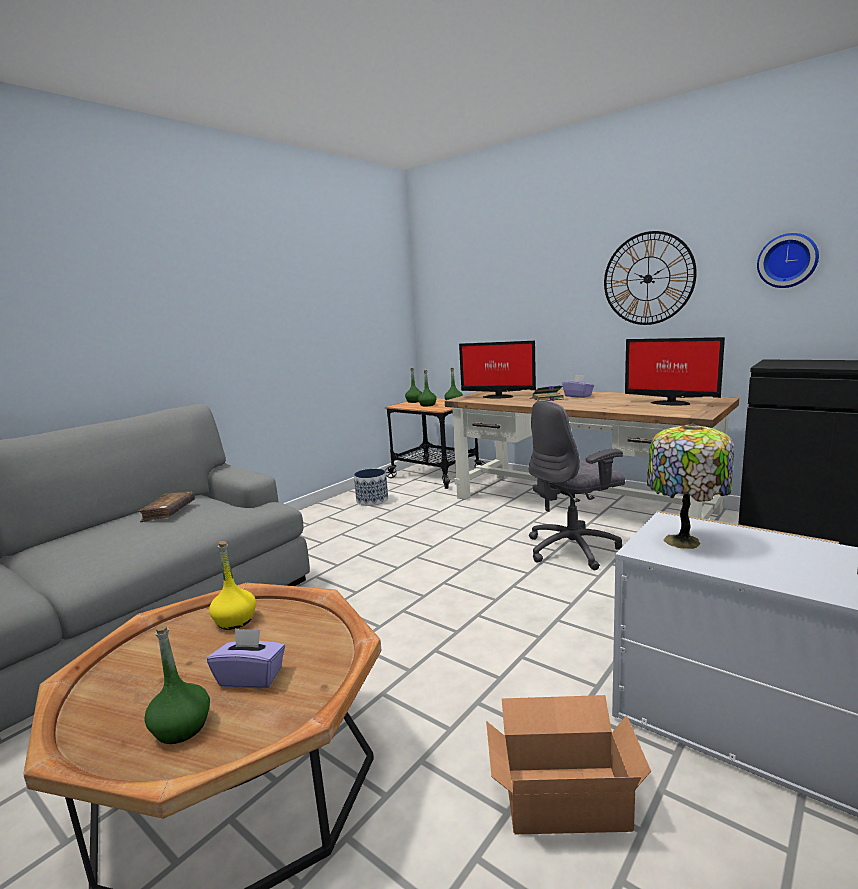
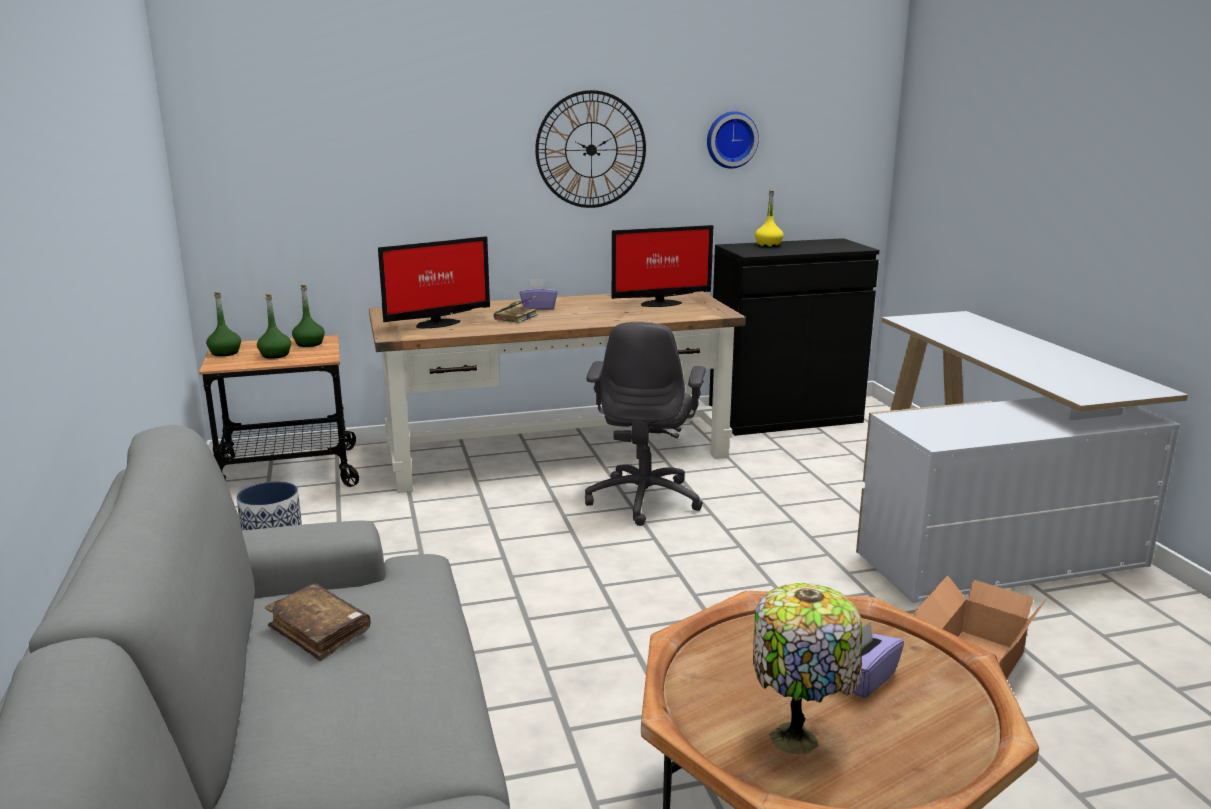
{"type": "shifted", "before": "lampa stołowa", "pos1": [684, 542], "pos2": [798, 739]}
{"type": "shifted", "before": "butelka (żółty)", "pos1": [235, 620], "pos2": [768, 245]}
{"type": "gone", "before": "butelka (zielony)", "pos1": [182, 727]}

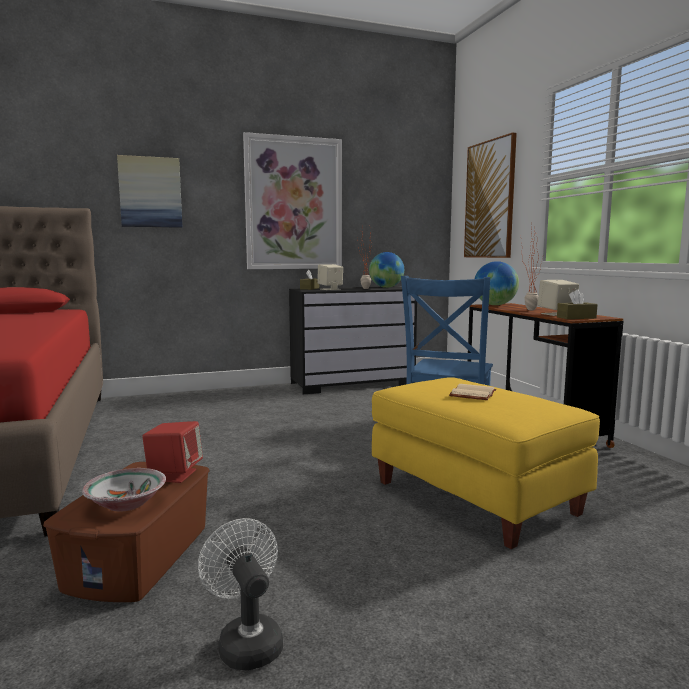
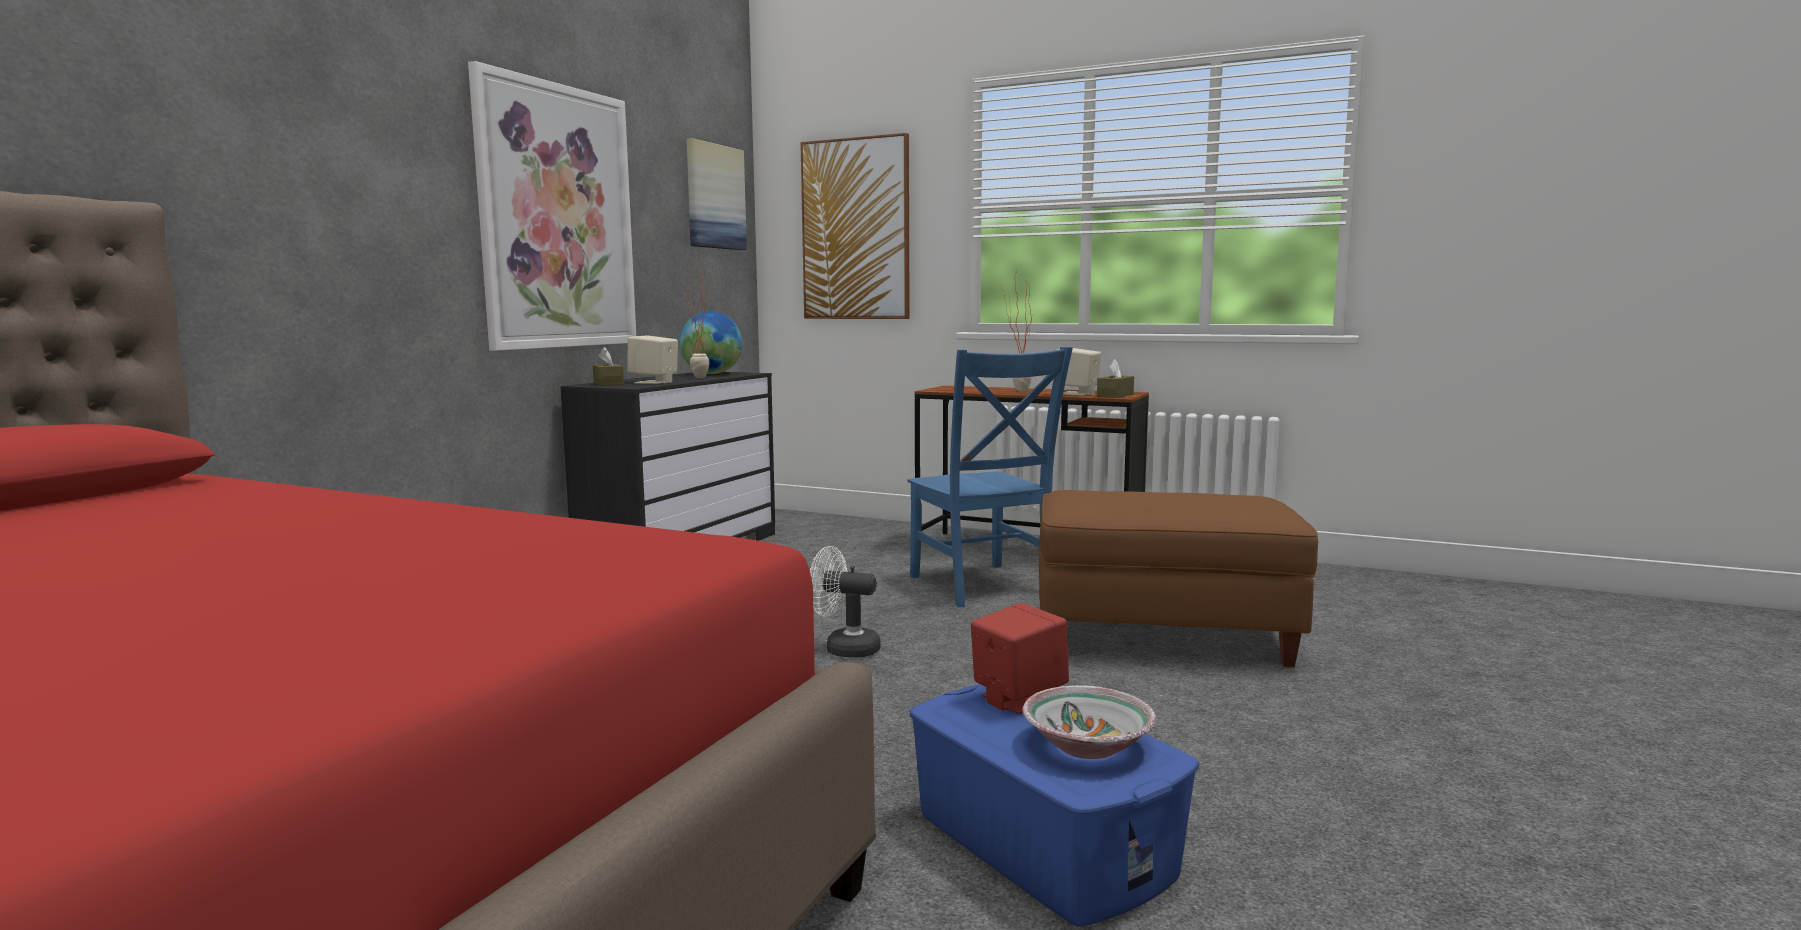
{"type": "shifted", "before": "obraz", "pos1": [150, 192], "pos2": [715, 197]}
{"type": "shifted", "before": "wentylator (biały)", "pos1": [246, 641], "pos2": [844, 648]}
{"type": "repainted", "before": "pojemnik do przechowywania (brązowy)", "after": "pojemnik do przechowywania (niebieski)", "pos1": [141, 556], "pos2": [1044, 842]}
{"type": "repainted", "before": "pufa (żółty)", "after": "pufa (brązowy)", "pos1": [475, 497], "pos2": [1162, 635]}
{"type": "gone", "before": "książka (beżowy)", "pos1": [471, 394]}
{"type": "gone", "before": "globus", "pos1": [494, 305]}

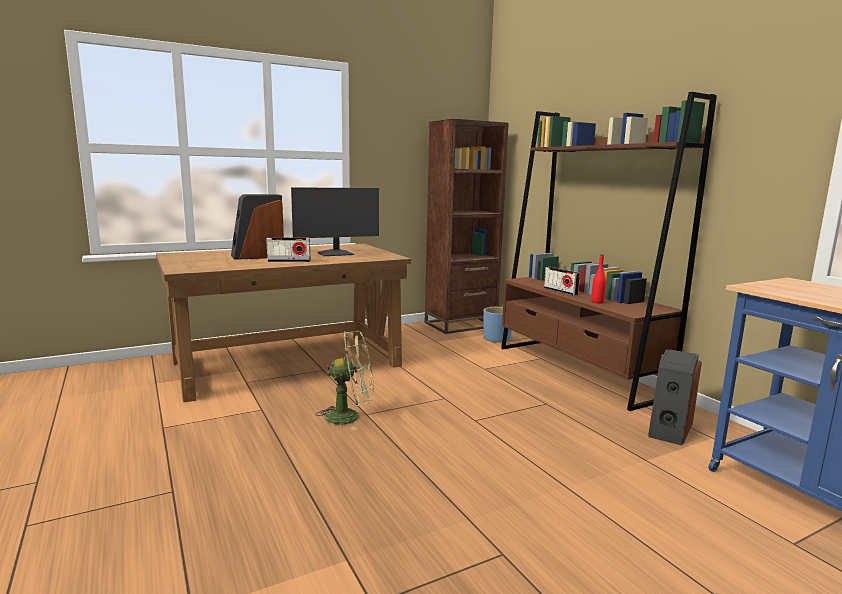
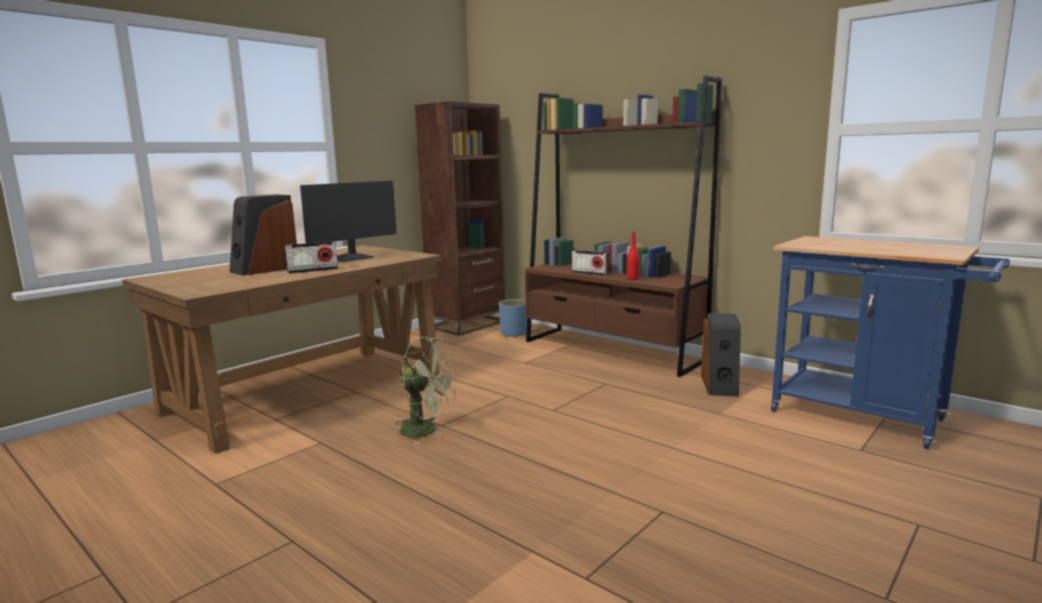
{"type": "rotated", "before": "wentylator (zielony)", "pos1": [350, 416], "pos2": [426, 430], "turn": 45}

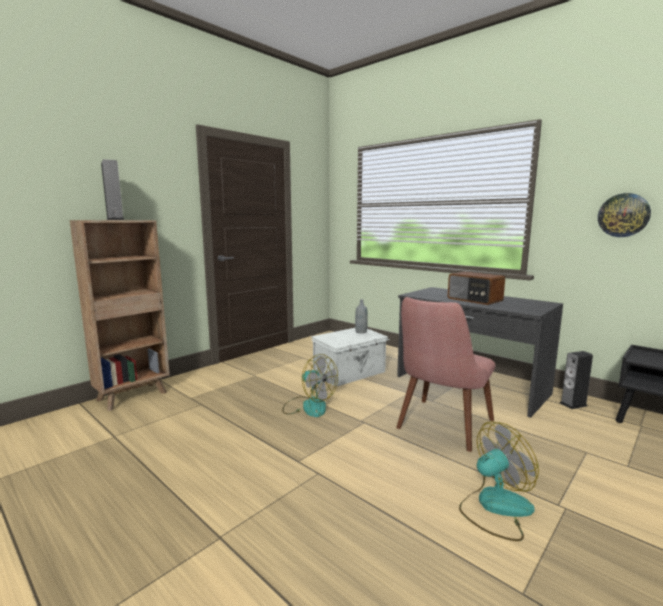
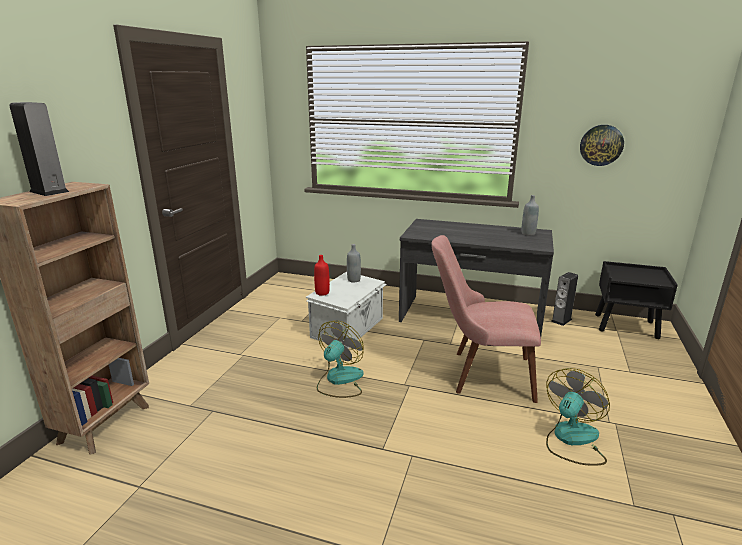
{"type": "new", "after": "butelka (czerwony)", "pos2": [322, 293]}
{"type": "rotated", "before": "wentylator", "pos1": [308, 406], "pos2": [339, 380], "turn": -75}
{"type": "rotated", "before": "krzesło (różowy)", "pos1": [440, 429], "pos2": [480, 374], "turn": 90}
{"type": "new", "after": "butelka (szary)", "pos2": [528, 233]}
{"type": "gone", "before": "radio", "pos1": [474, 300]}

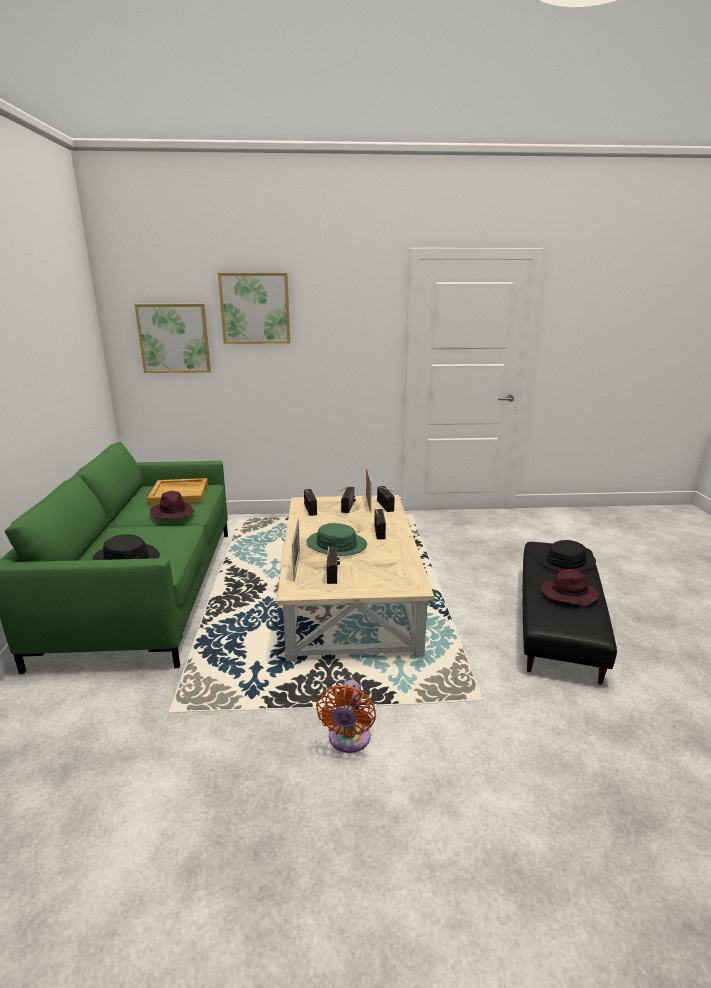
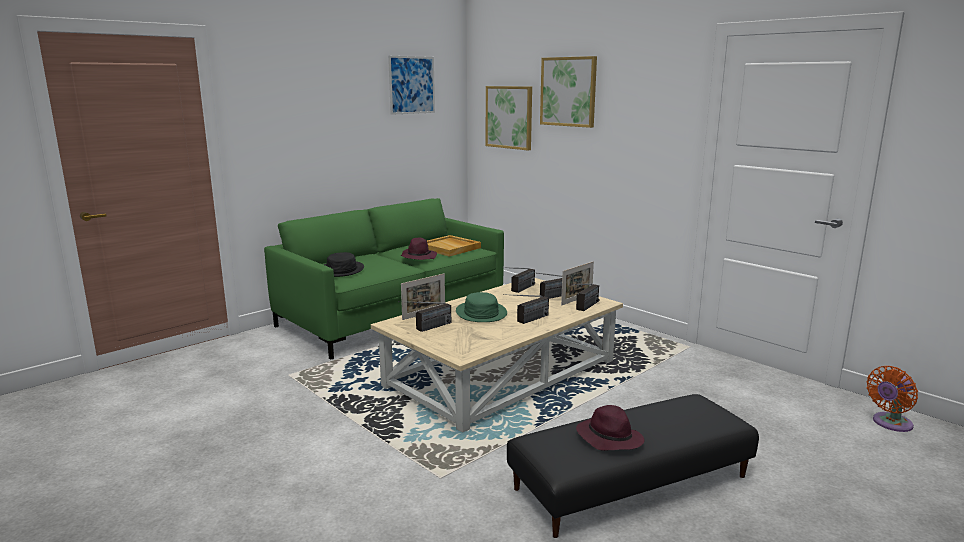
{"type": "new", "after": "obraz", "pos2": [412, 85]}
{"type": "shifted", "before": "wentylator (pomarańczowy)", "pos1": [348, 740], "pos2": [890, 423]}
{"type": "gone", "before": "kapelusz (czarny)", "pos1": [566, 561]}

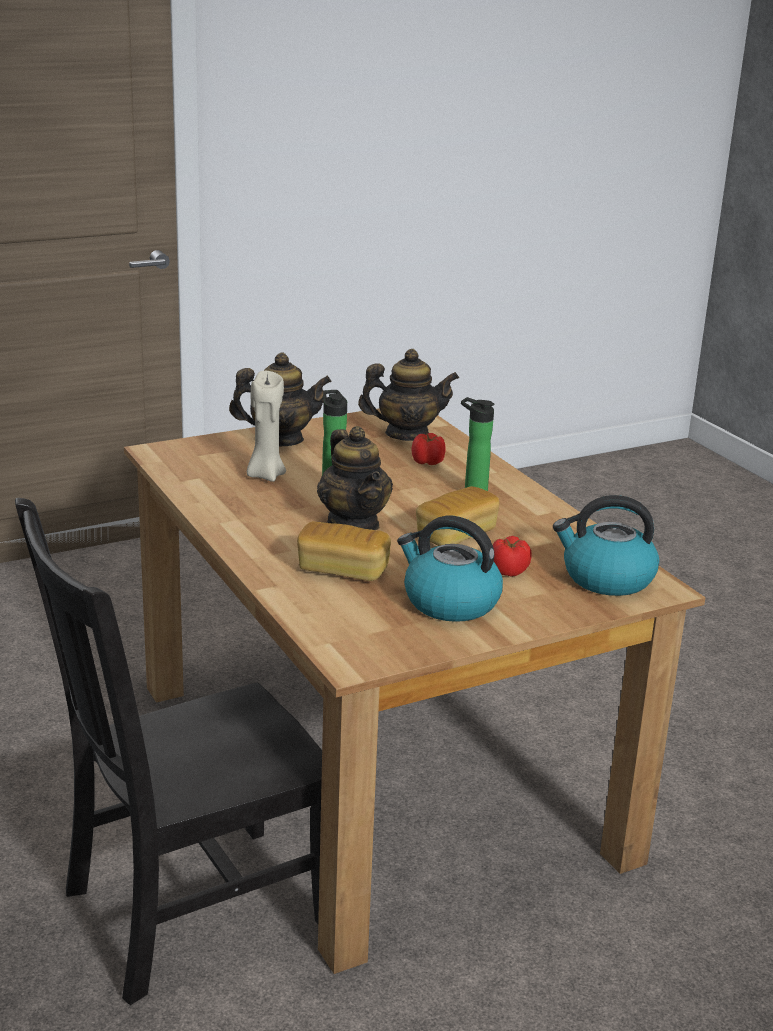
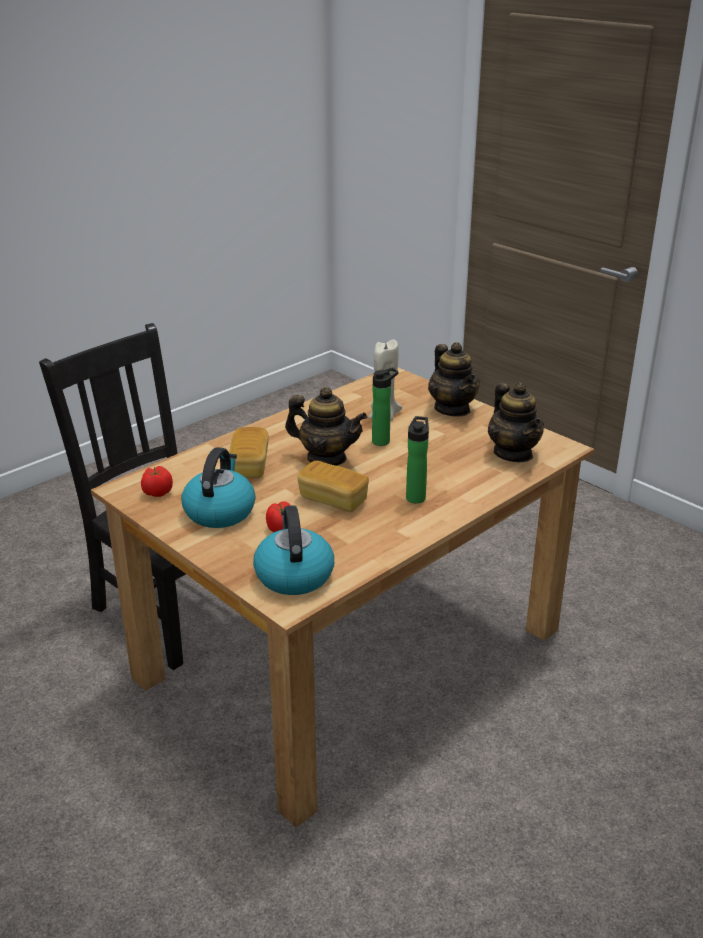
{"type": "shifted", "before": "pomidor", "pos1": [428, 462], "pos2": [157, 492]}
{"type": "rotated", "before": "imbryk", "pos1": [354, 523], "pos2": [326, 458], "turn": -120}

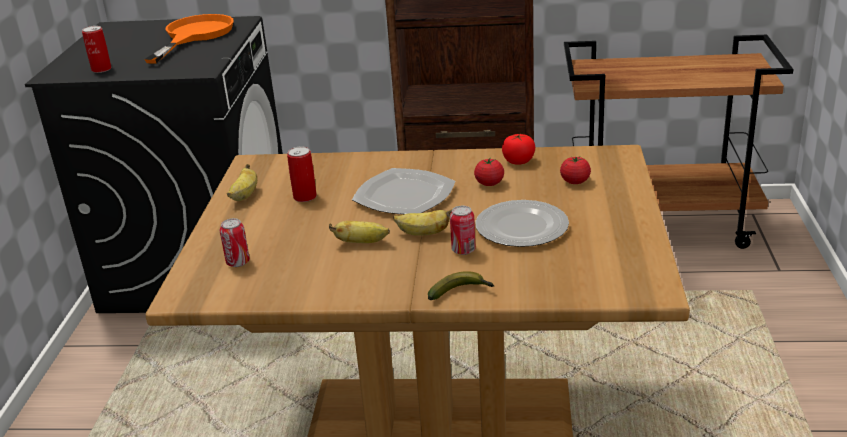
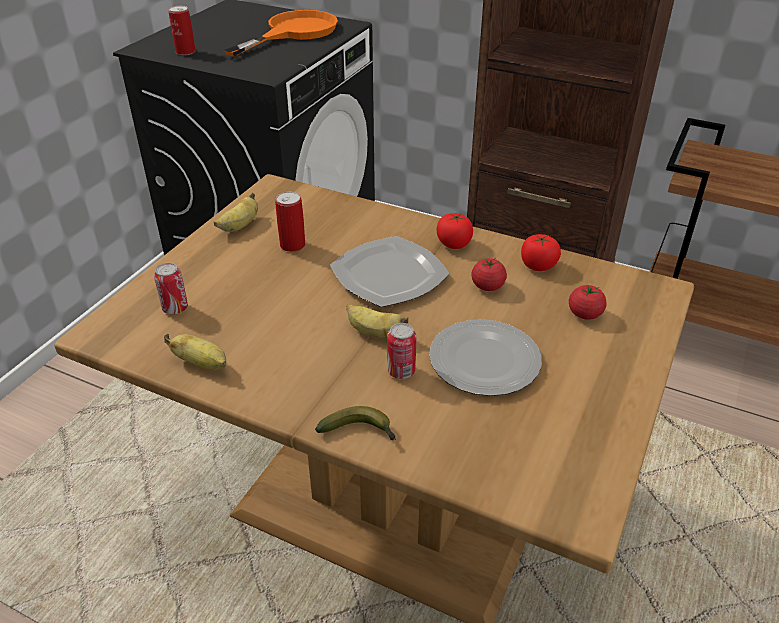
{"type": "shifted", "before": "banan", "pos1": [362, 242], "pos2": [202, 364]}
{"type": "new", "after": "pomidor", "pos2": [453, 244]}

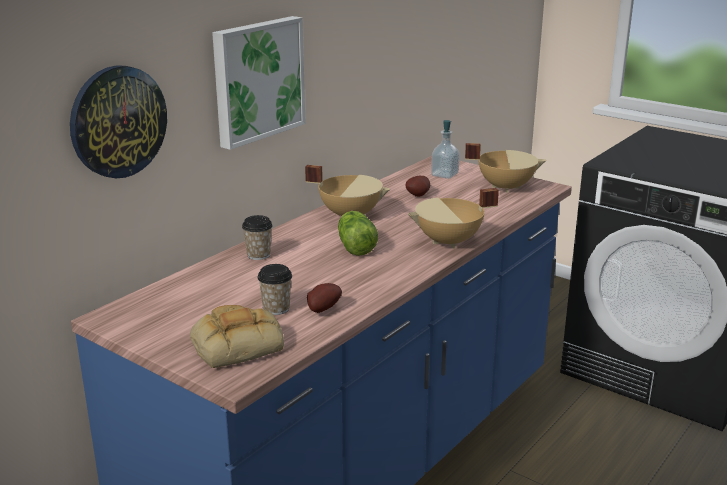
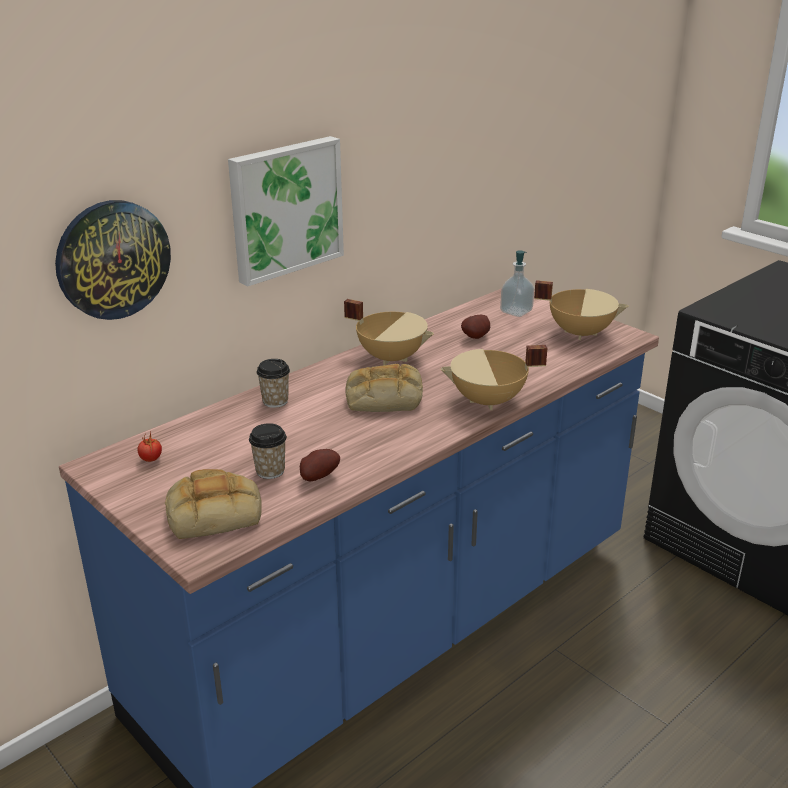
{"type": "new", "after": "pomidor", "pos2": [151, 459]}
{"type": "swapped", "before": "sałata", "after": "chleb", "pos1": [355, 245], "pos2": [383, 398]}

